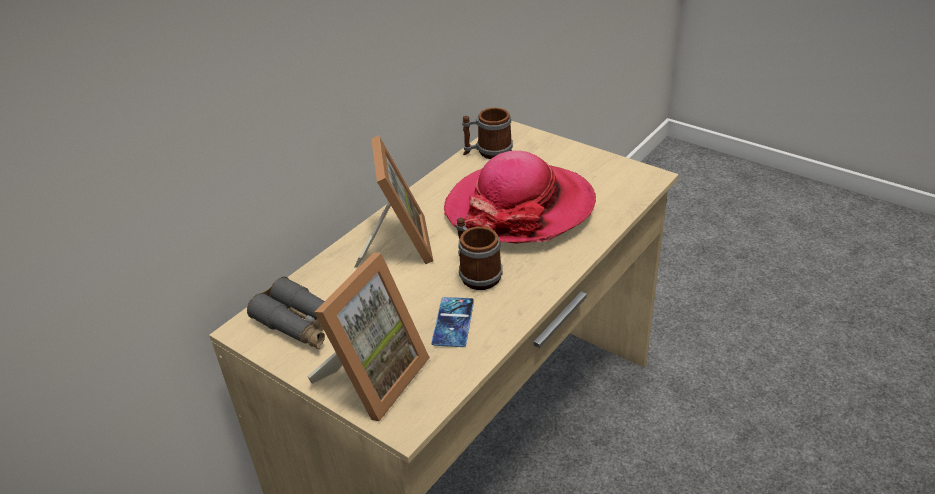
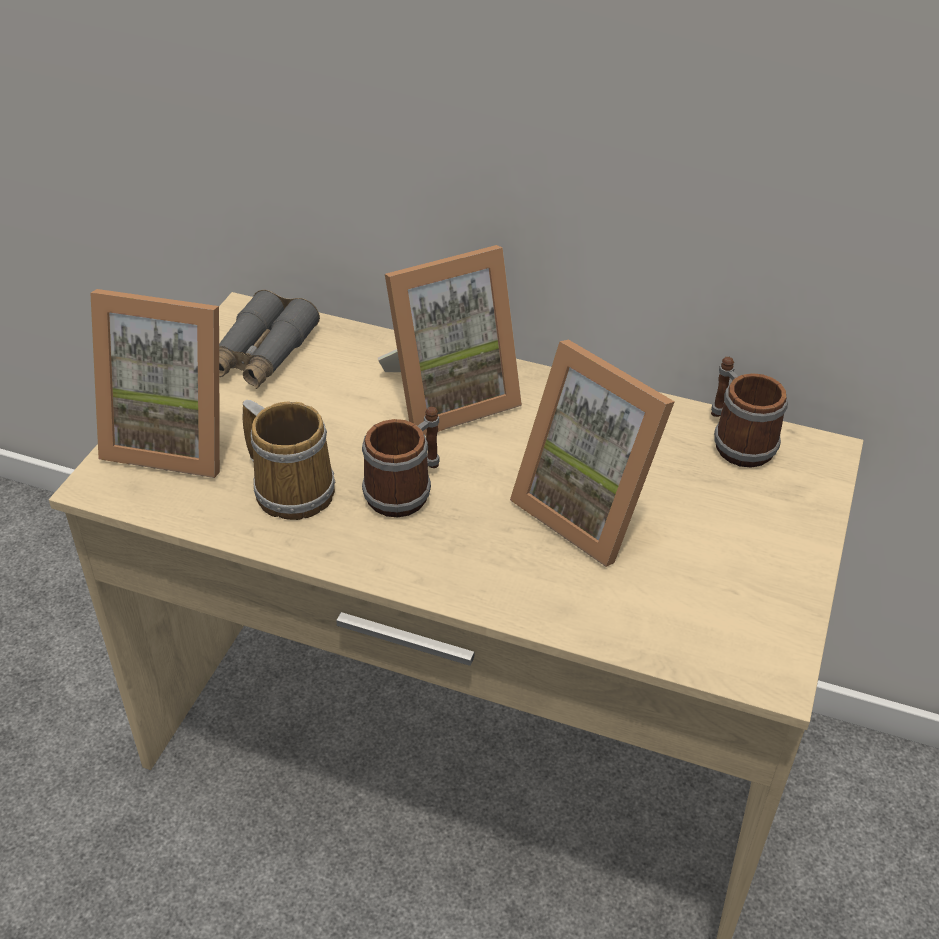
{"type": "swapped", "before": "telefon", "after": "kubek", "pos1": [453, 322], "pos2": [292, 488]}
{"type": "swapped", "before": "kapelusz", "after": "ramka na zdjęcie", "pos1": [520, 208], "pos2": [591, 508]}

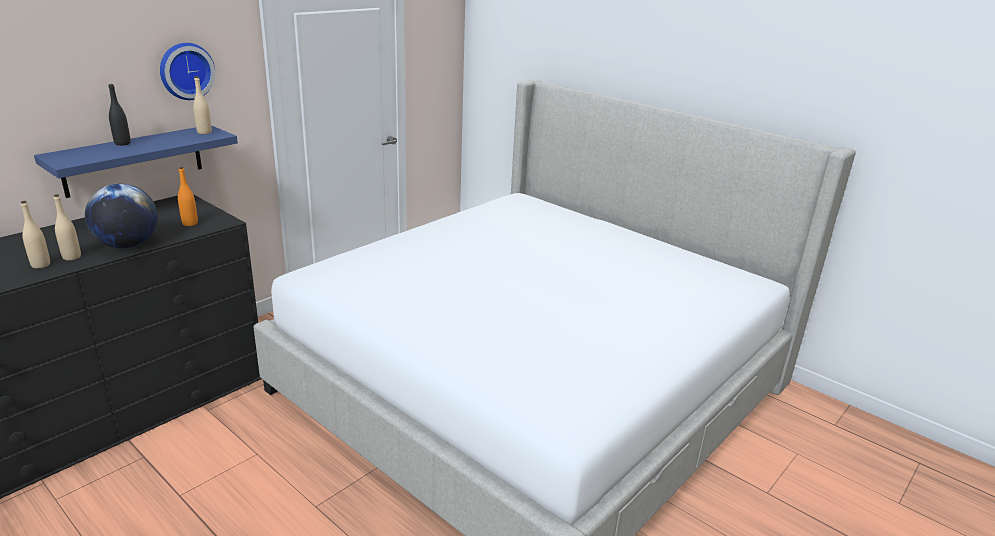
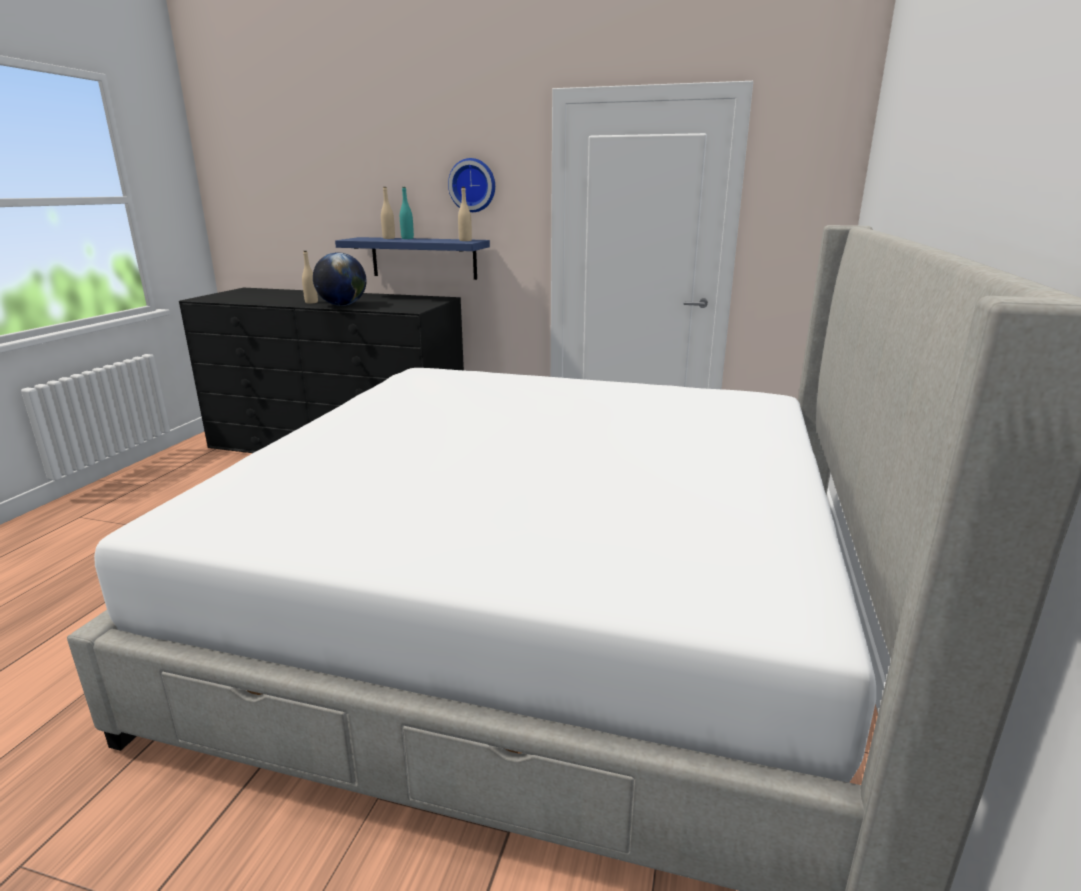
{"type": "shifted", "before": "butelka (beżowy)", "pos1": [41, 265], "pos2": [389, 238]}
{"type": "repainted", "before": "butelka (czarny)", "after": "butelka (turkusowy)", "pos1": [122, 143], "pos2": [407, 238]}
{"type": "gone", "before": "butelka (pomarańczowy)", "pos1": [190, 223]}

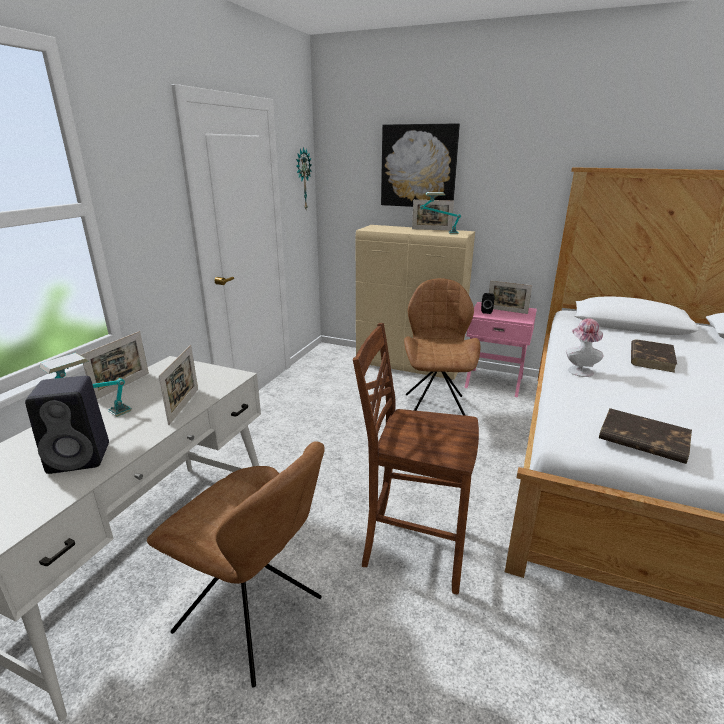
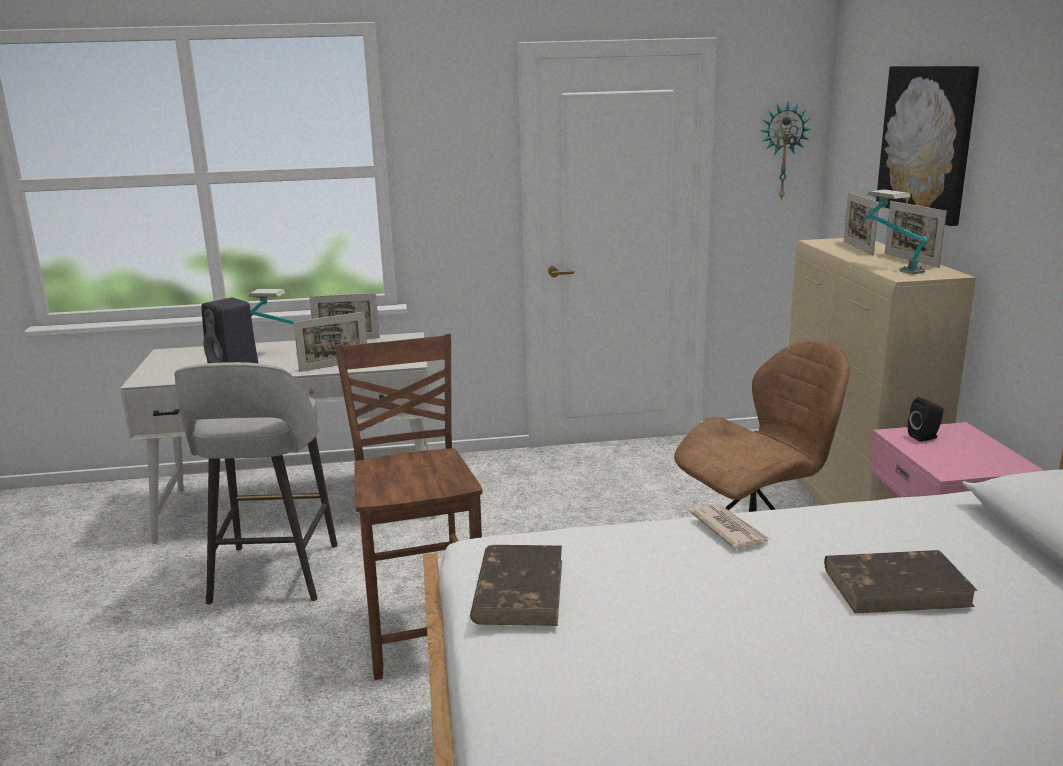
{"type": "swapped", "before": "krzesło (brązowy)", "after": "stołek (szary)", "pos1": [253, 617], "pos2": [273, 576]}
{"type": "swapped", "before": "kapelusz", "after": "gazeta", "pos1": [579, 370], "pos2": [729, 529]}
{"type": "shifted", "before": "ramka na zdjęcie", "pos1": [507, 311], "pos2": [858, 248]}

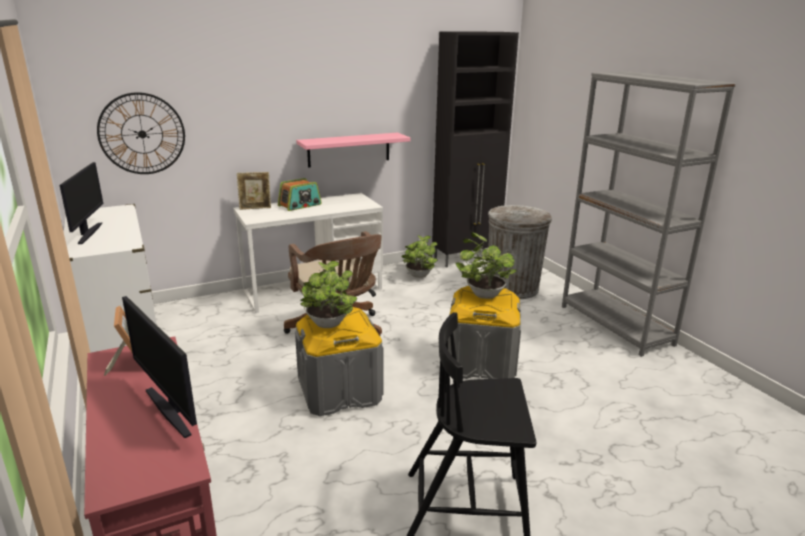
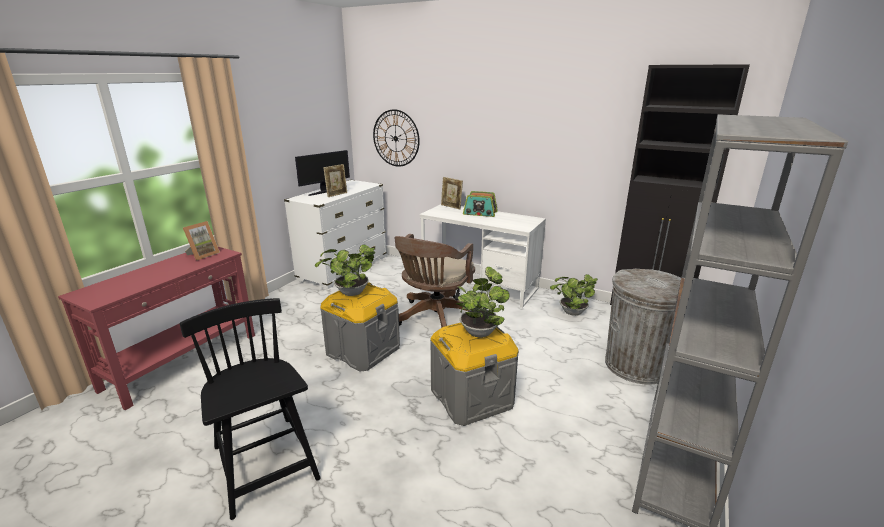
{"type": "new", "after": "ramka na zdjęcie", "pos2": [337, 195]}
{"type": "gone", "before": "monitor", "pos1": [170, 410]}
{"type": "gone", "before": "półka (różowy)", "pos1": [349, 149]}

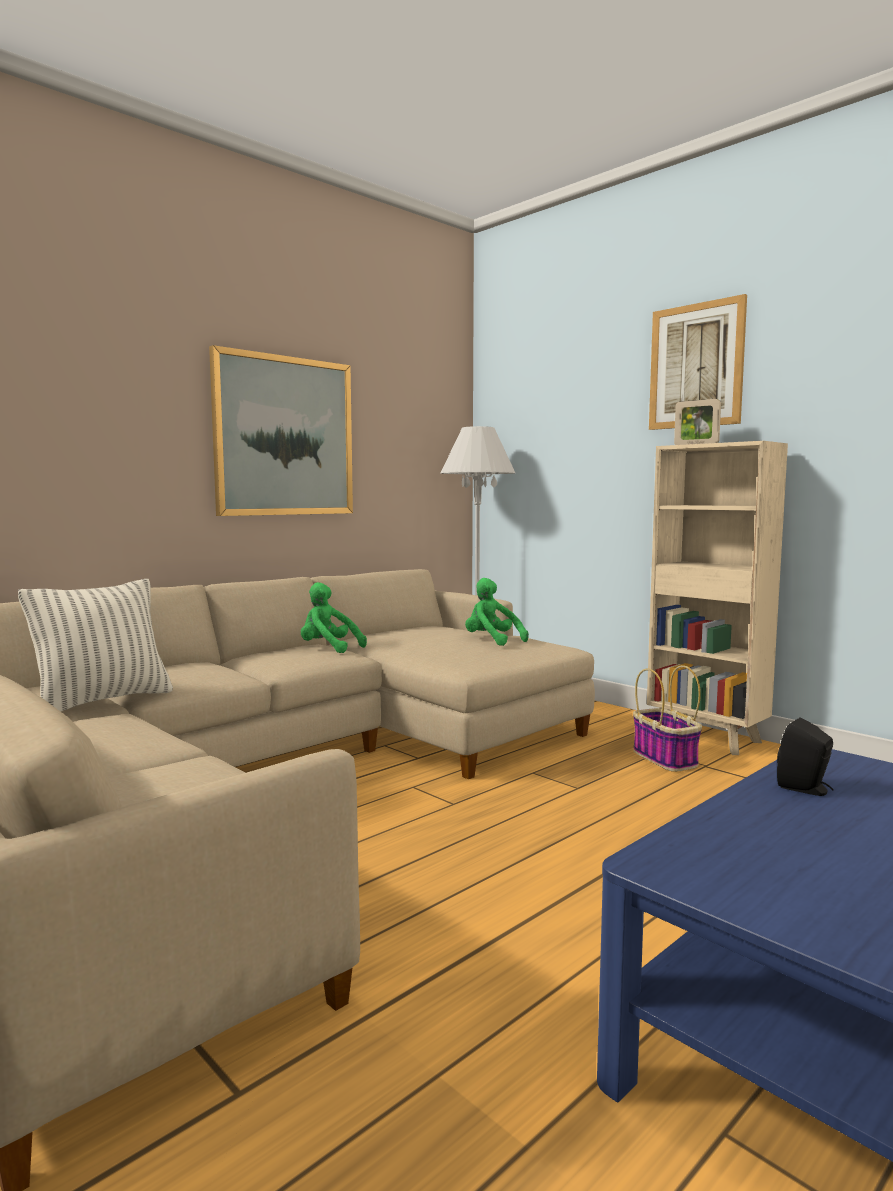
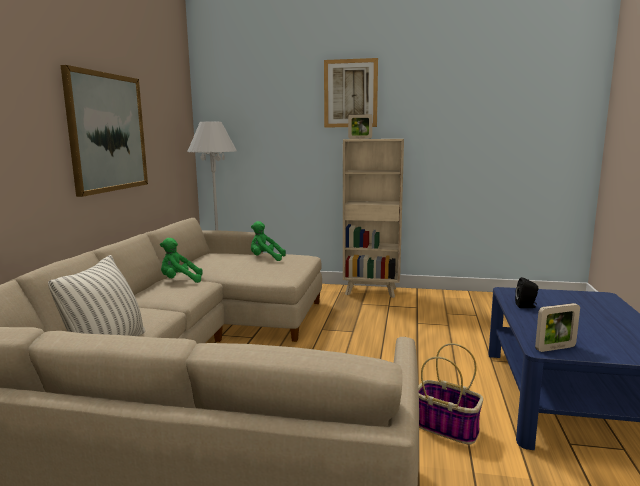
{"type": "shifted", "before": "koszyk", "pos1": [666, 759], "pos2": [447, 427]}
{"type": "new", "after": "ramka na zdjęcie", "pos2": [555, 348]}

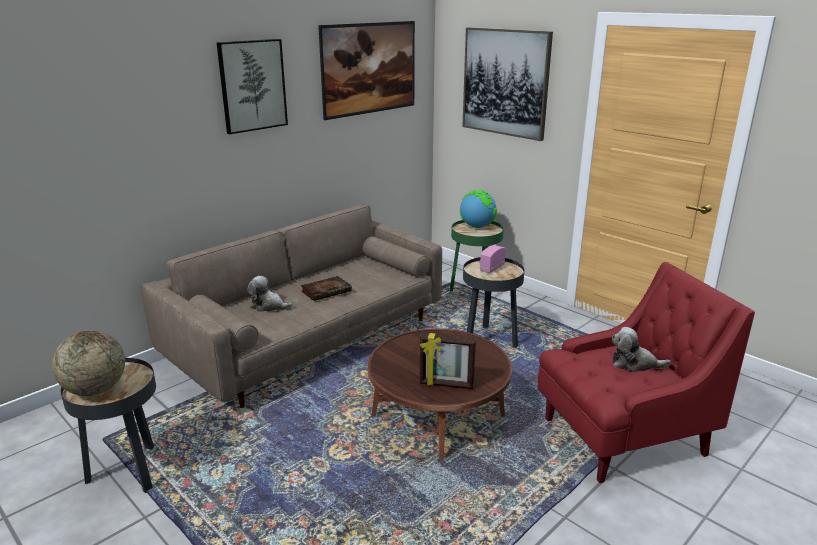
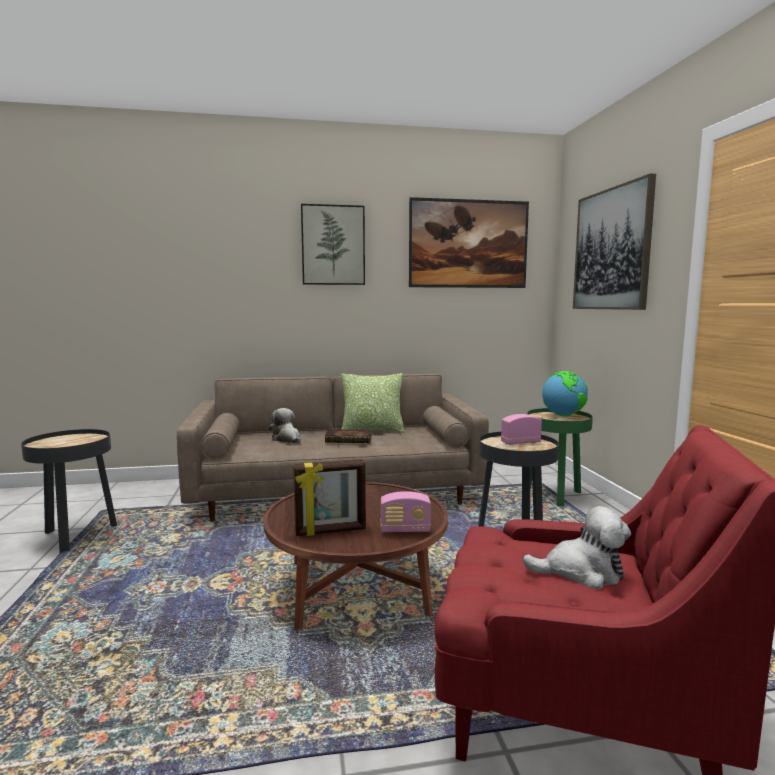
{"type": "rotated", "before": "ramka na zdjęcie", "pos1": [446, 385], "pos2": [330, 531], "turn": -60}
{"type": "new", "after": "poduszka", "pos2": [372, 430]}
{"type": "new", "after": "radio", "pos2": [405, 530]}
{"type": "rotated", "before": "pluszak", "pos1": [634, 364], "pos2": [581, 572], "turn": 135}
{"type": "gone", "before": "globus", "pos1": [95, 389]}

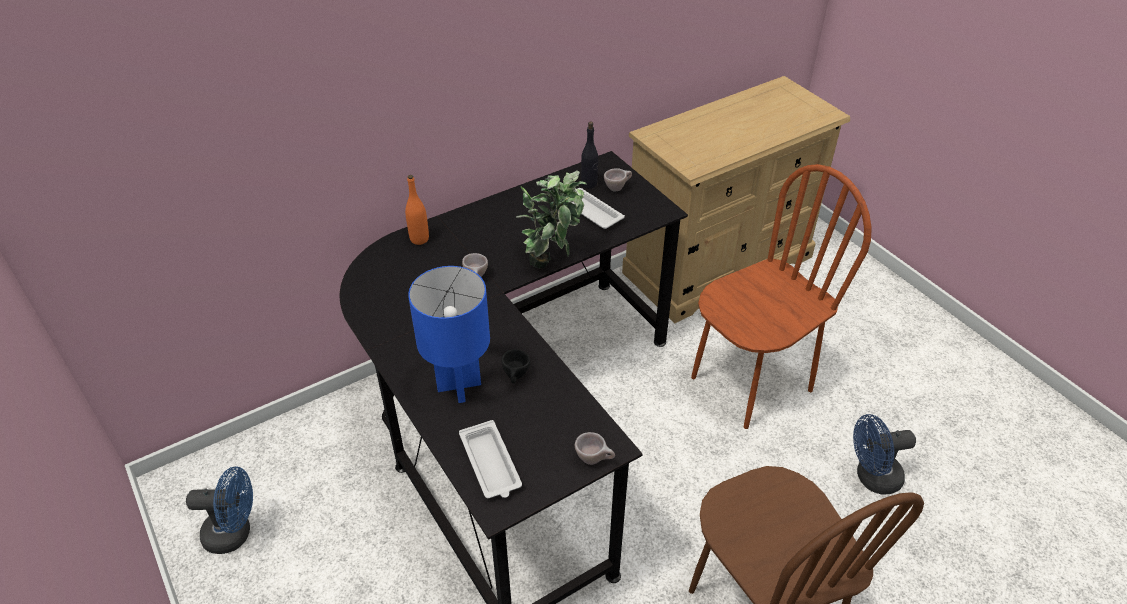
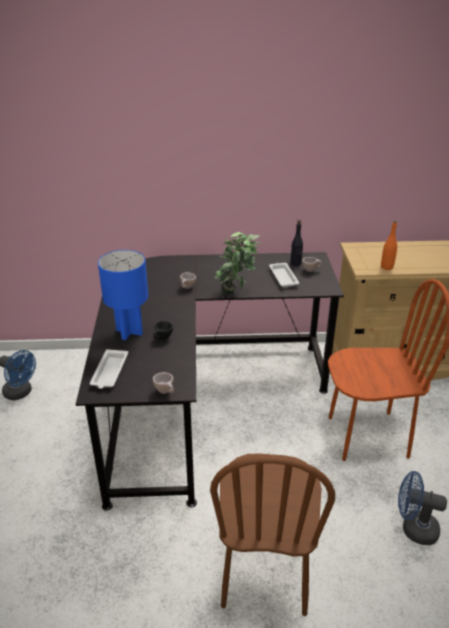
{"type": "shifted", "before": "butelka (pomarańczowy)", "pos1": [419, 239], "pos2": [386, 267]}

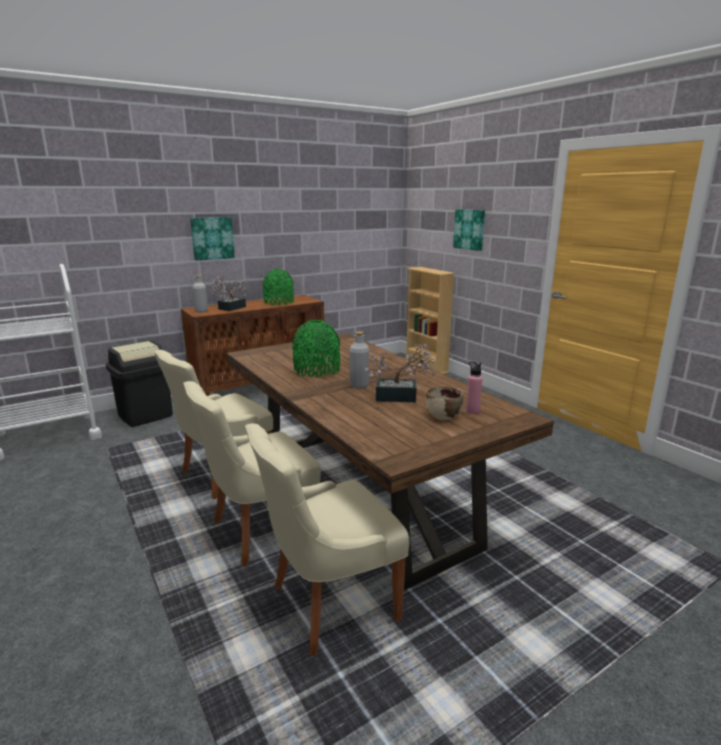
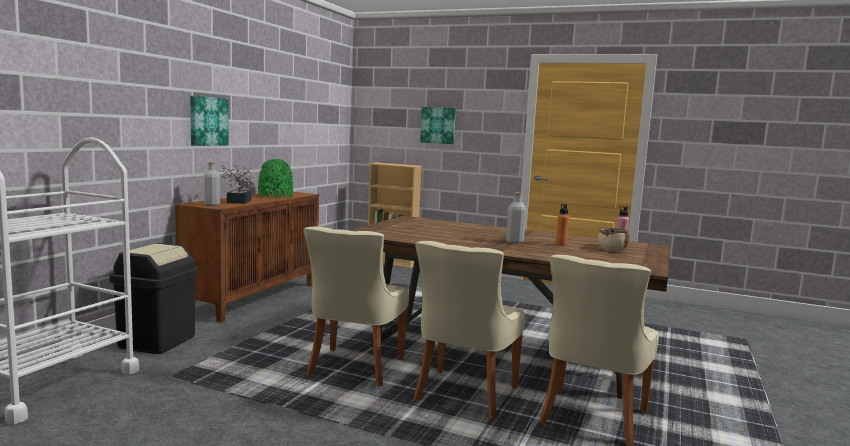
{"type": "swapped", "before": "roślina doniczkowa", "after": "butelka (pomarańczowy)", "pos1": [401, 397], "pos2": [561, 244]}
{"type": "gone", "before": "wazon (zielony)", "pos1": [317, 370]}

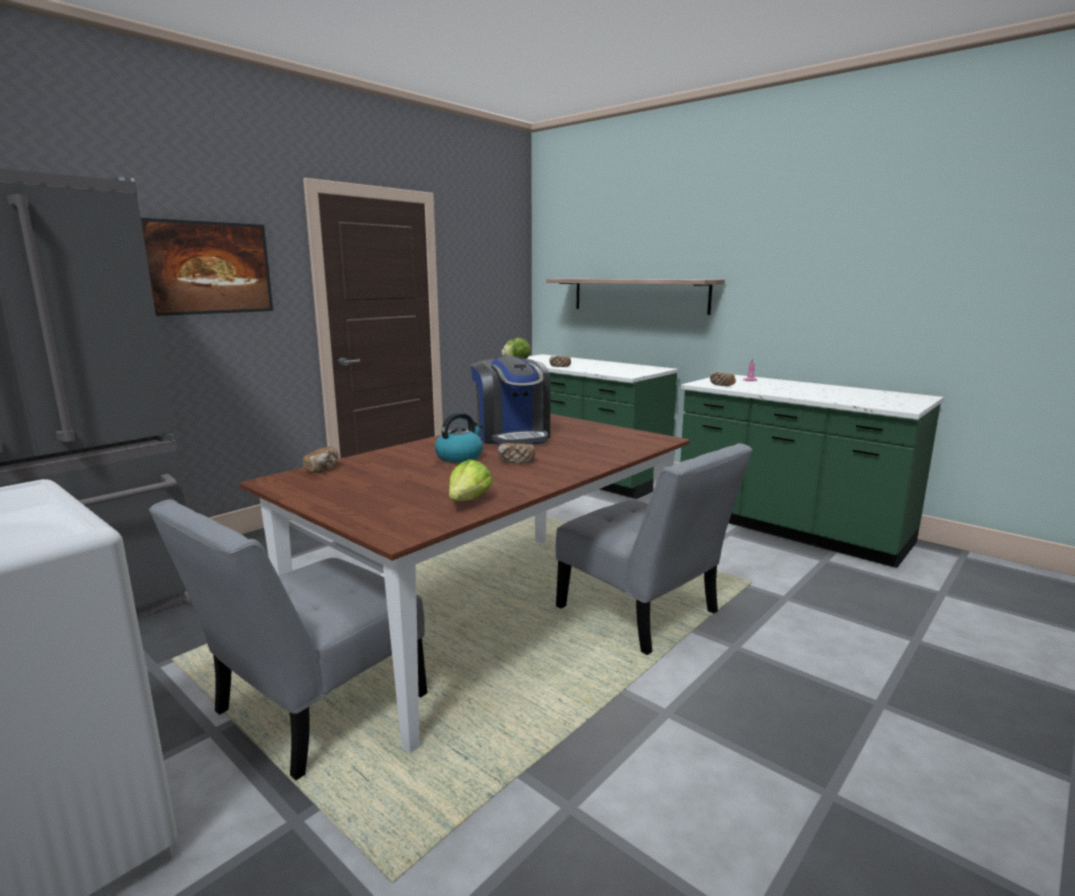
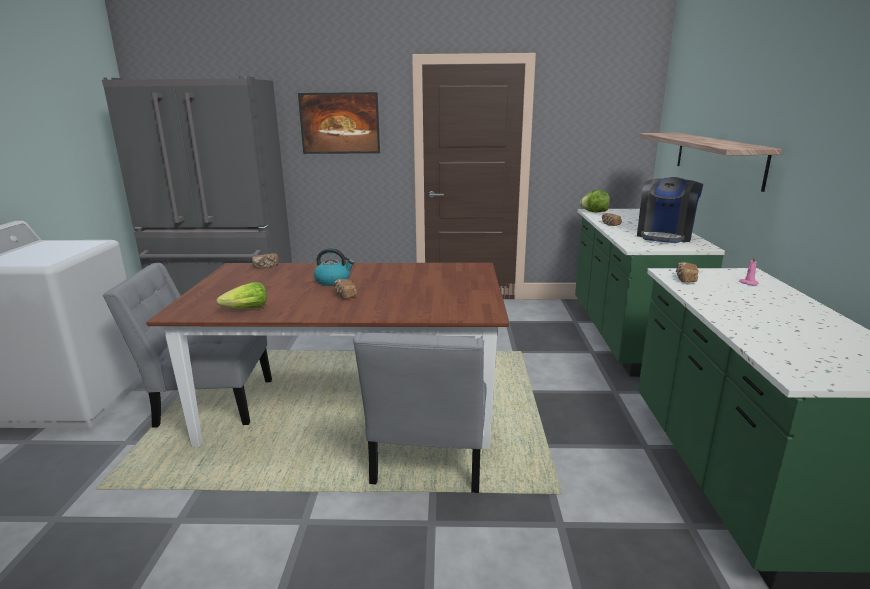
{"type": "shifted", "before": "ekspres do kawy", "pos1": [512, 436], "pos2": [664, 236]}

